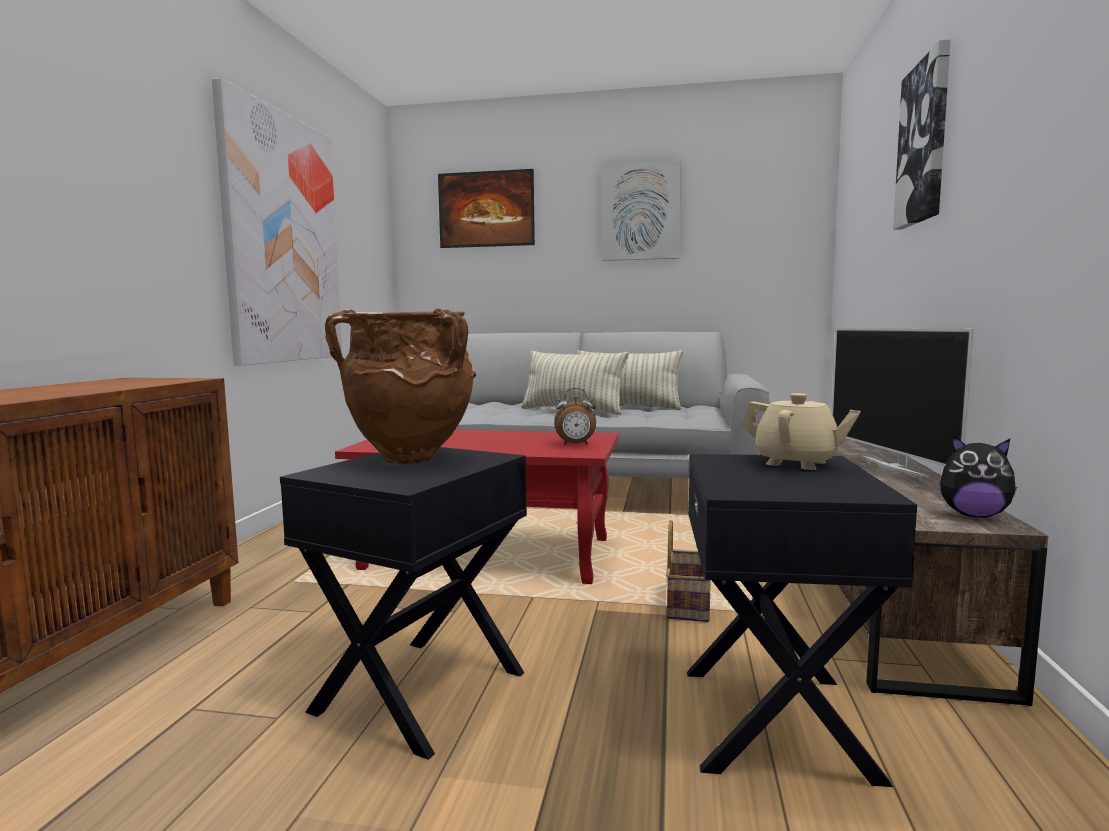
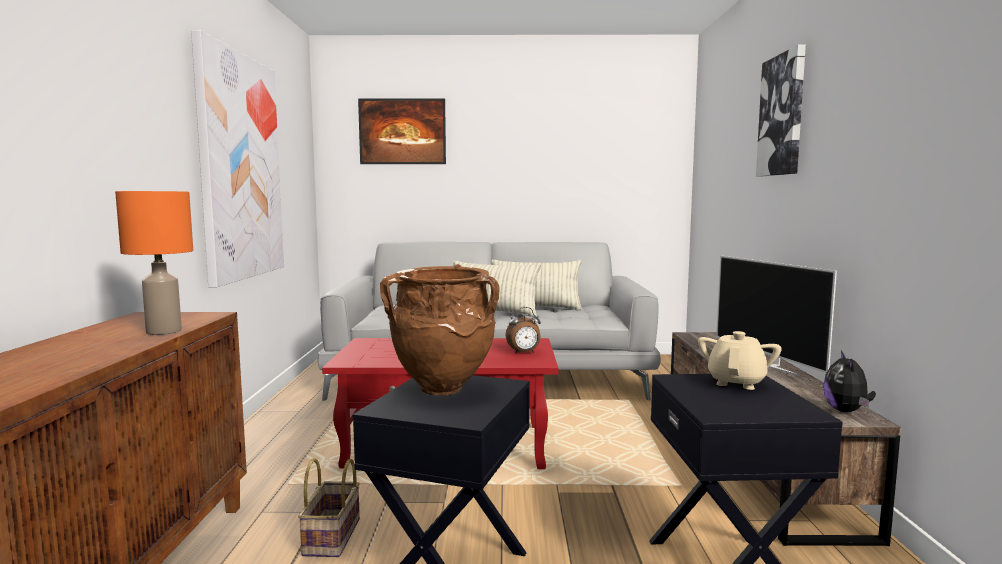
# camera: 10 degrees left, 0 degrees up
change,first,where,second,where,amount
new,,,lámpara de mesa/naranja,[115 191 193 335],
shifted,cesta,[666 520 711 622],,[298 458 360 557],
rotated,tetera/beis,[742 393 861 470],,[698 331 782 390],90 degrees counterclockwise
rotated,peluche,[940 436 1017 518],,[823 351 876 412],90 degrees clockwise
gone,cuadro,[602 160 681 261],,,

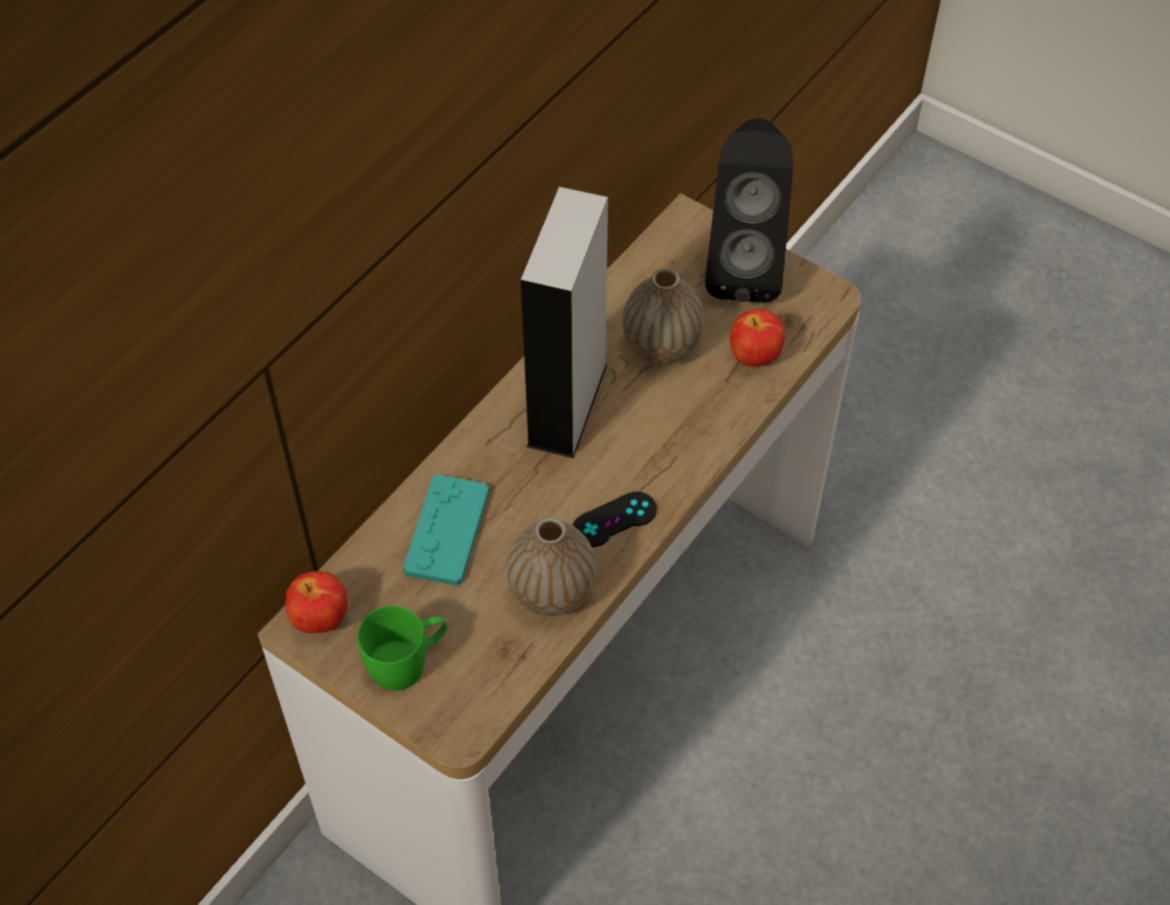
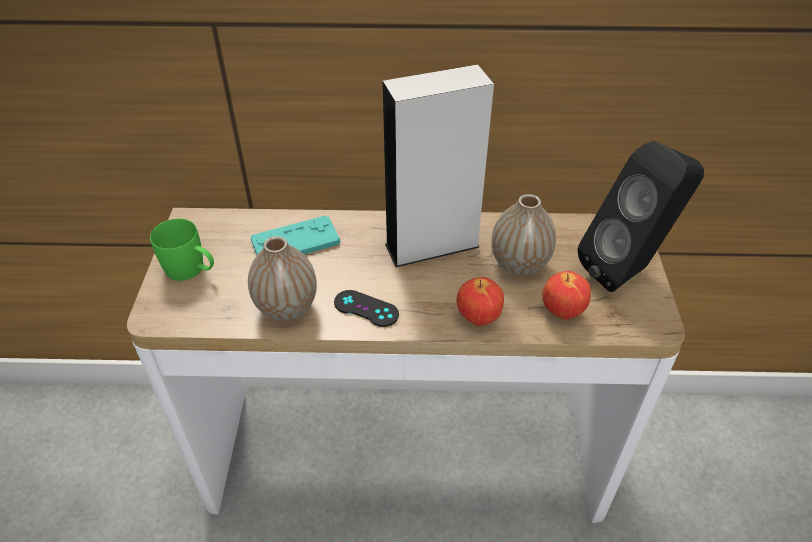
# camera: 55 degrees right, 10 degrees down
change,first,where,second,where,amount
shifted,manzana,[285 571 348 633],,[456 277 504 326],

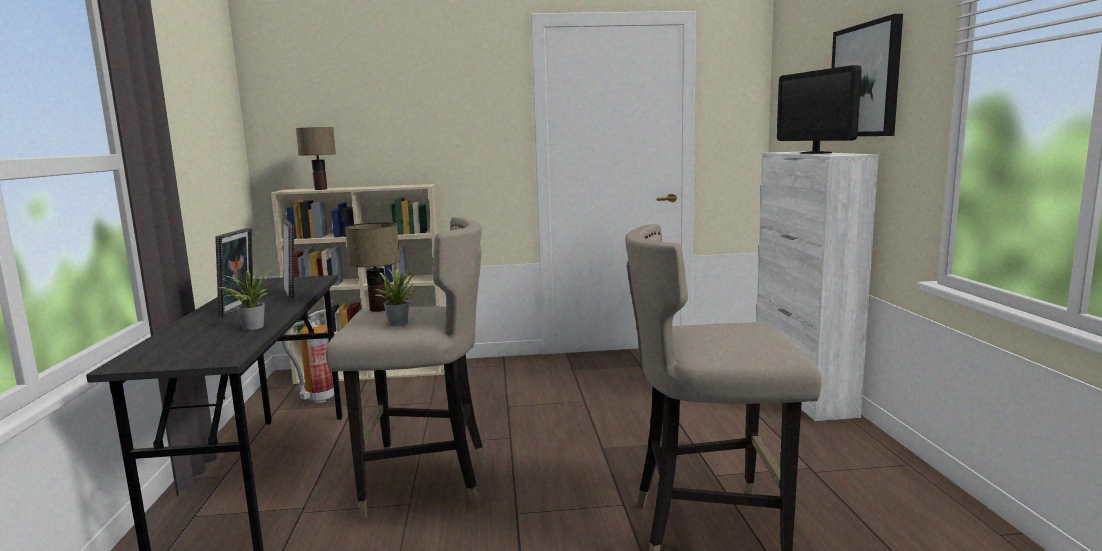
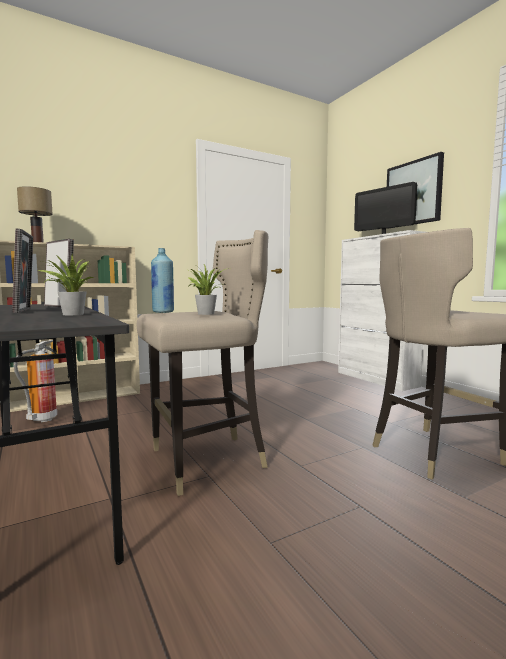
# camera: 25 degrees left, 5 degrees down
change,first,where,second,where,amount
swapped,lámpara de mesa,[345 222 400 312],botella/azul,[151 248 174 313],

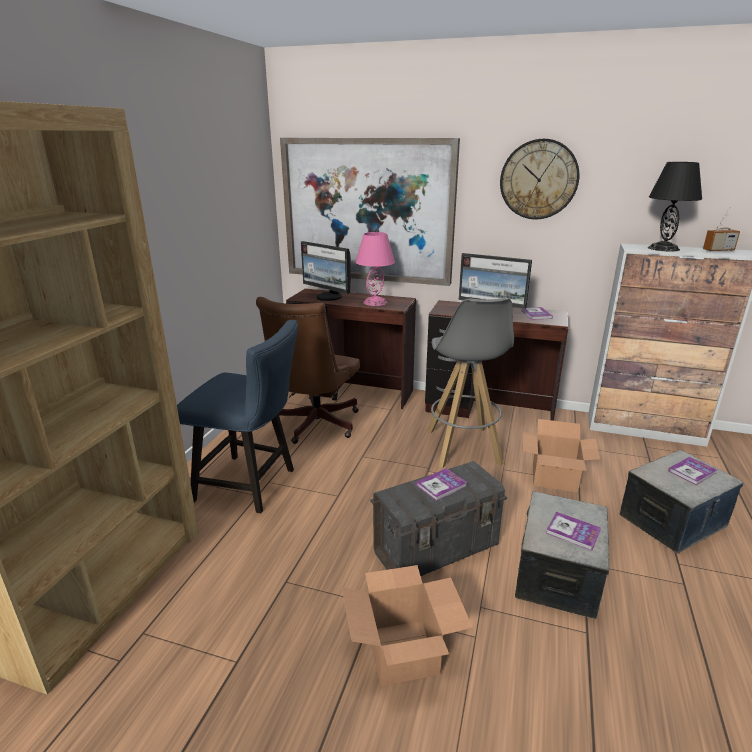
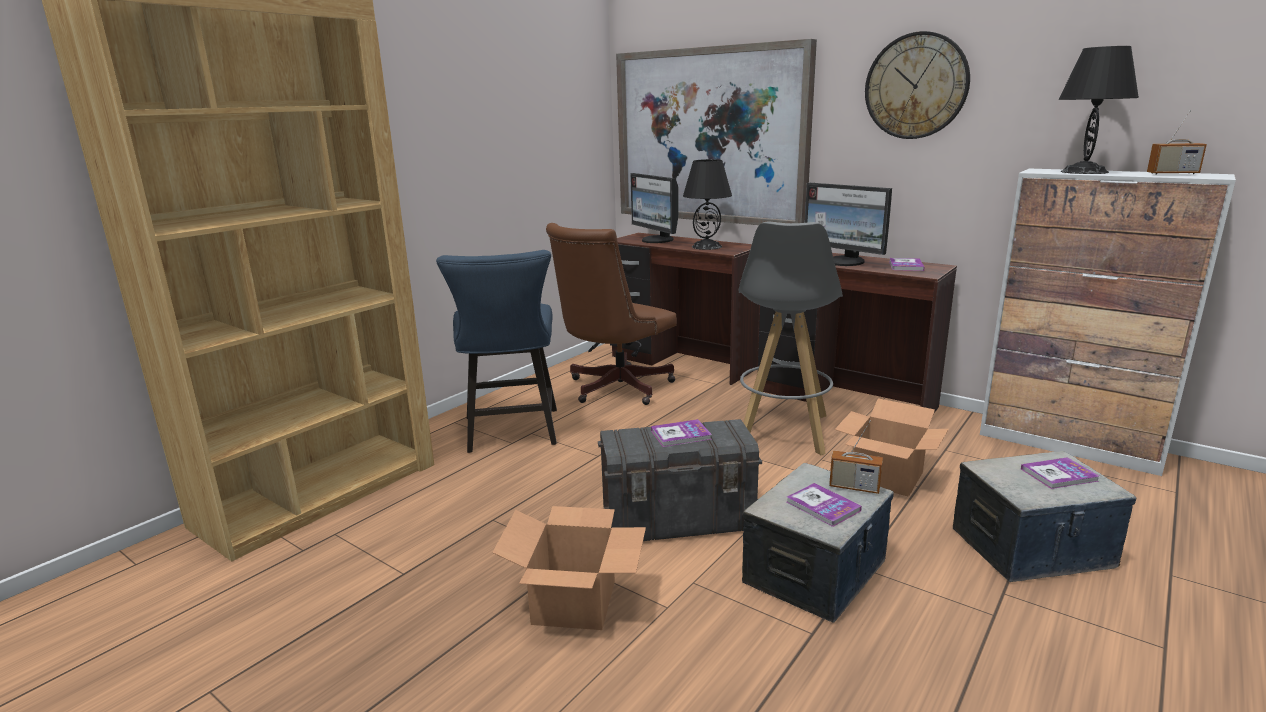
# camera: 20 degrees right, 5 degrees down
change,first,where,second,where,amount
rotated,silla/azul,[177 320 298 513],,[436 250 557 453],45 degrees clockwise
repainted,lámpara de mesa/rosa,[356 232 395 306],lámpara de mesa/negro,[683 159 732 250],
new,,,radio,[829 421 883 494],

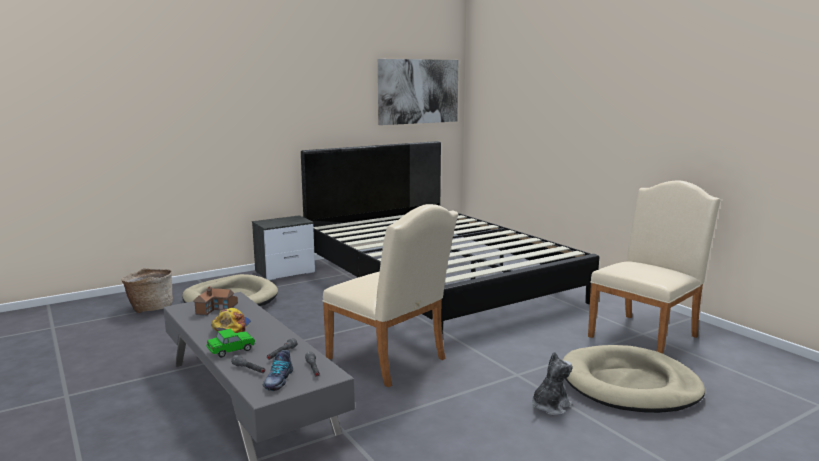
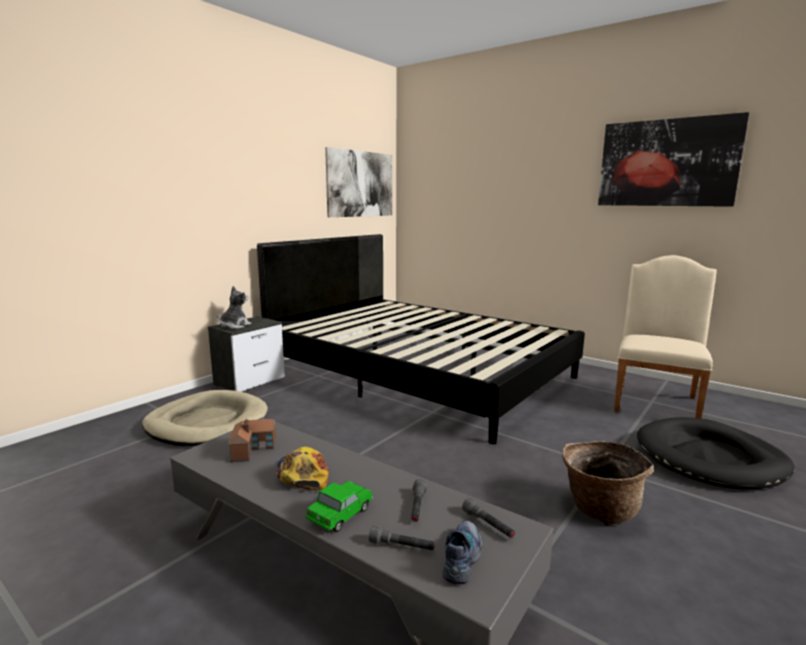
# camera: 20 degrees left, 0 degrees up
change,first,where,second,where,amount
shifted,peluche,[532 351 573 415],,[217 286 251 329],
rotated,zapato,[263 350 293 391],,[443 520 483 584],150 degrees counterclockwise
shifted,cesta,[121 268 173 313],,[562 441 654 526],
new,,,cuadro,[598 112 749 207],
repainted,cama para perro/beis,[563 345 705 413],cama para perro/negro,[637 417 795 490],
gone,silla/beis,[322 204 458 387],,,

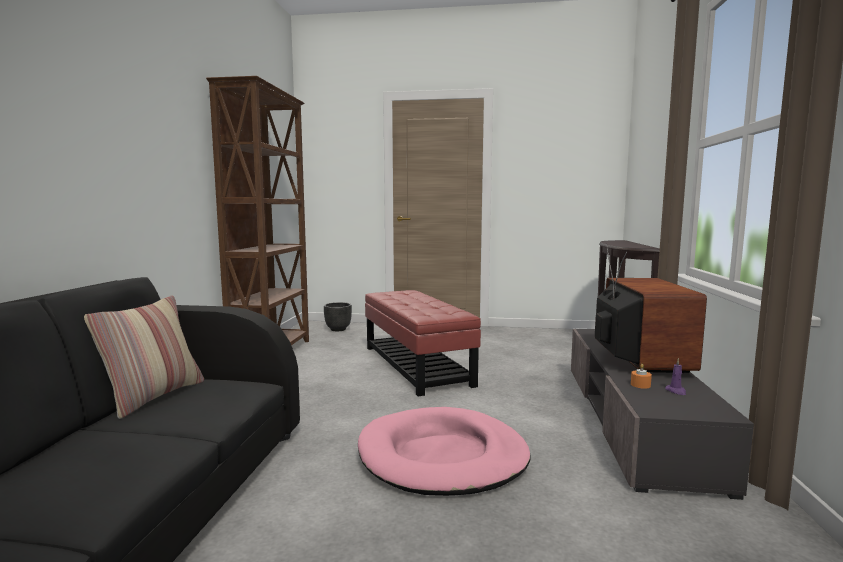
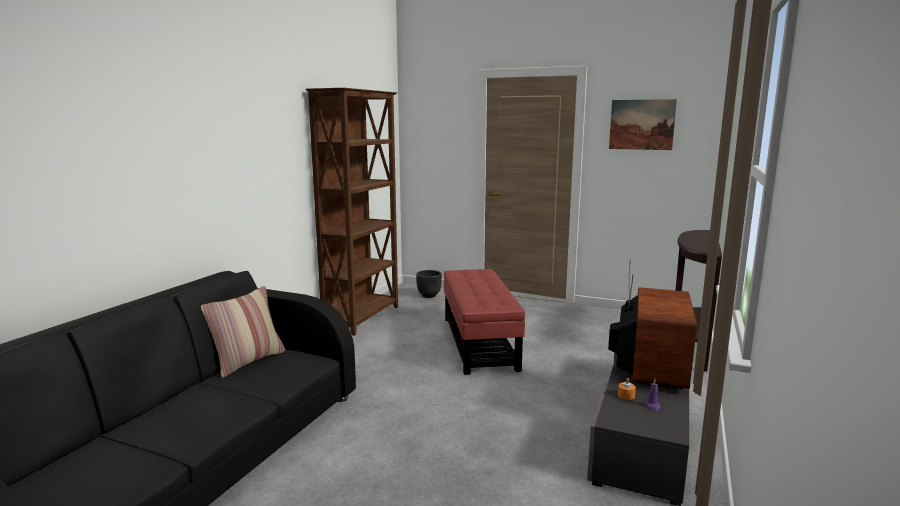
# camera: 15 degrees right, 5 degrees up
change,first,where,second,where,amount
new,,,cuadro,[609 99 677 150],
gone,cama para perro/rosa,[358 407 530 496],,,

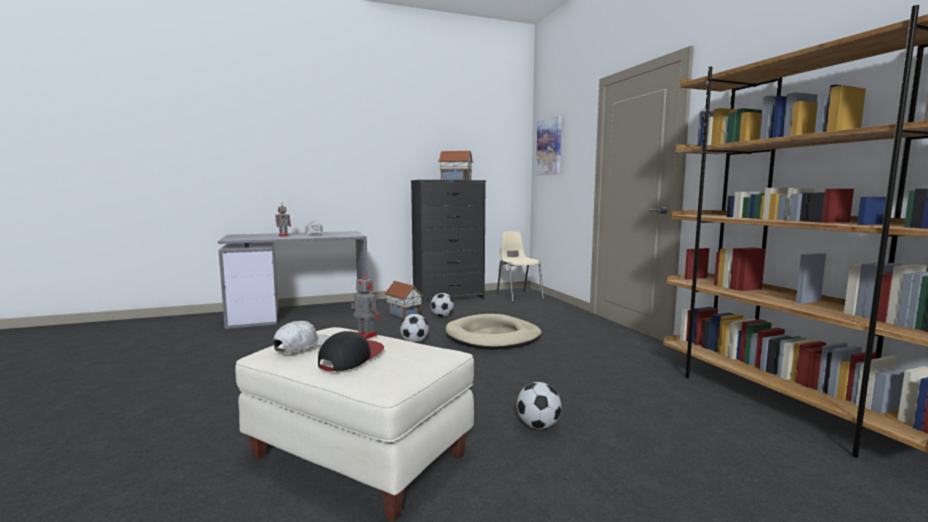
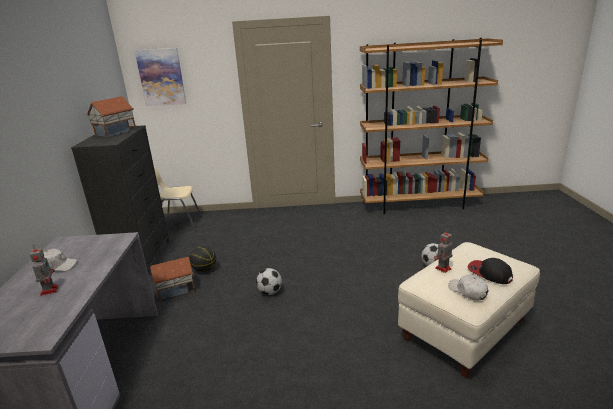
# camera: 70 degrees left, 15 degrees up
change,first,where,second,where,amount
swapped,balón de fútbol,[431 293 454 317],balón de baloncesto,[189 246 216 272],
gone,cama para perro/beis,[446 314 542 350],,,

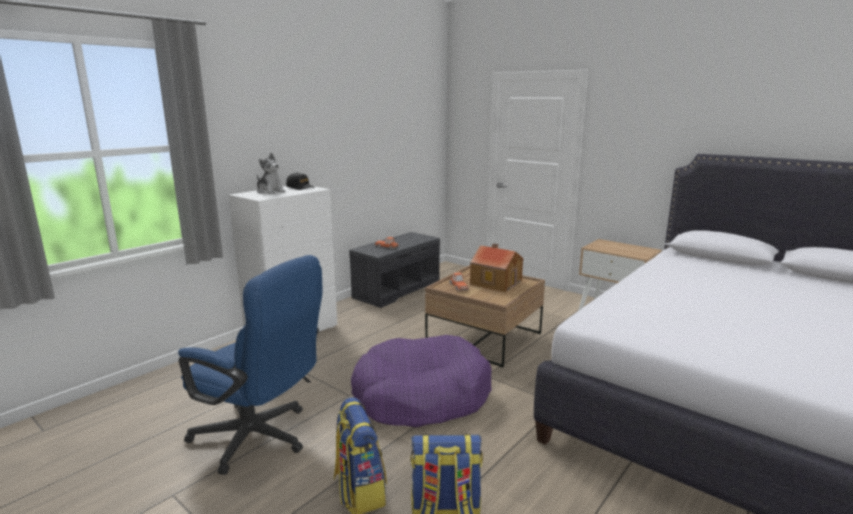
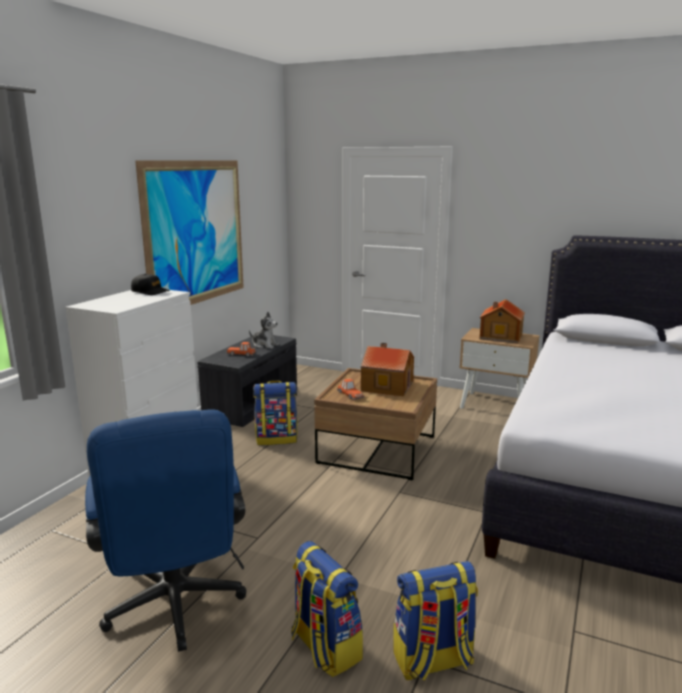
# camera: 15 degrees left, 0 degrees up
change,first,where,second,where,amount
rotated,silla de oficina/azul,[178 255 323 475],,[85 409 246 652],60 degrees clockwise
new,,,cuadro,[135 160 244 305],
shifted,peluche,[257 153 286 195],,[249 312 279 349],
new,,,mochila,[253 381 298 445],
new,,,casita,[480 299 525 343],
gone,cama para perro/morado,[351 335 492 428],,,

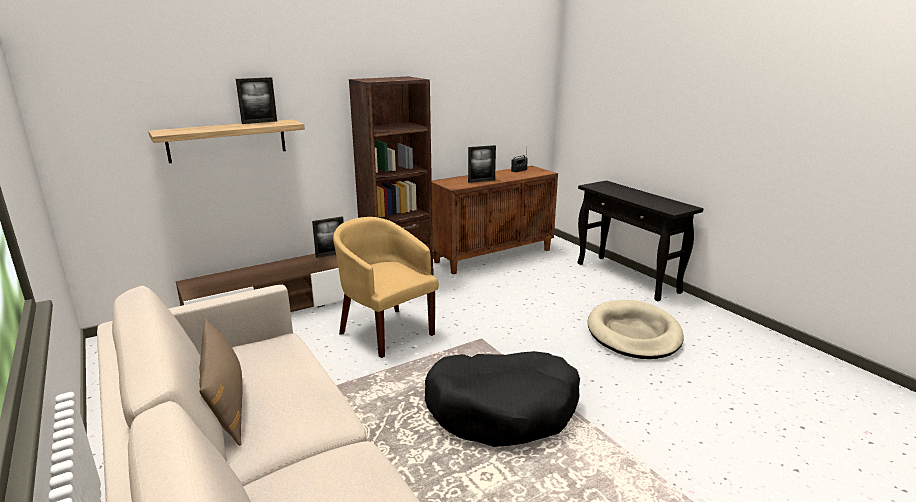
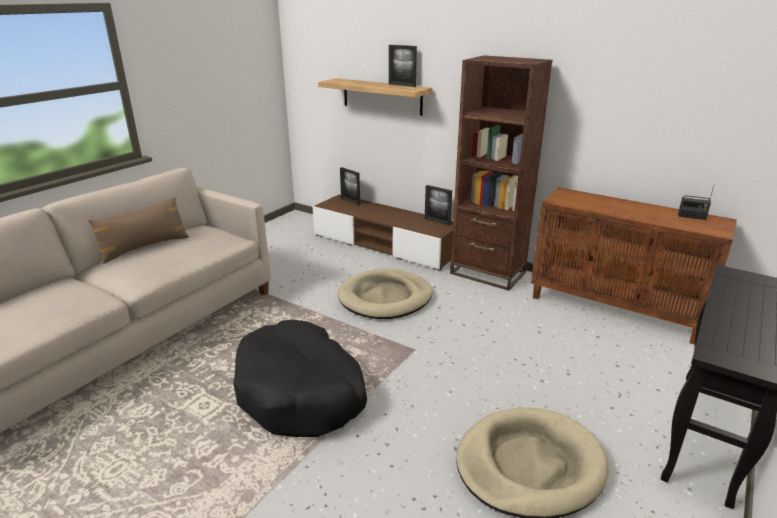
# camera: 65 degrees right, 5 degrees up
change,first,where,second,where,amount
swapped,sillón/amarillo,[333 217 439 358],cama para perro/beis,[337 268 433 319],
shifted,portarretratos,[468 145 496 183],,[340 167 360 205],

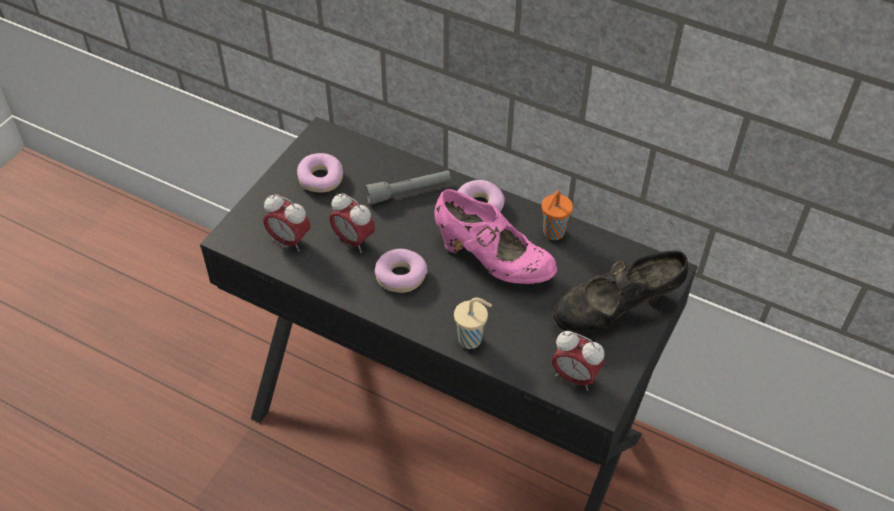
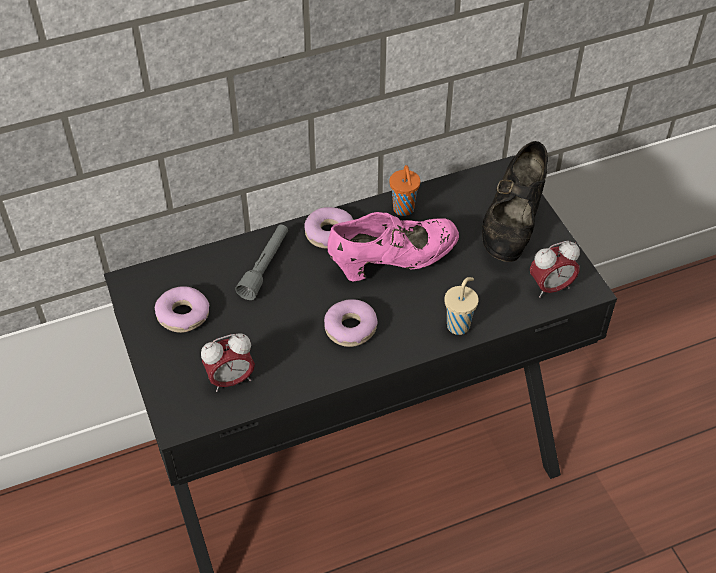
# camera: 50 degrees left, 0 degrees up
change,first,where,second,where,amount
gone,despertador,[329 193 375 253],,,

